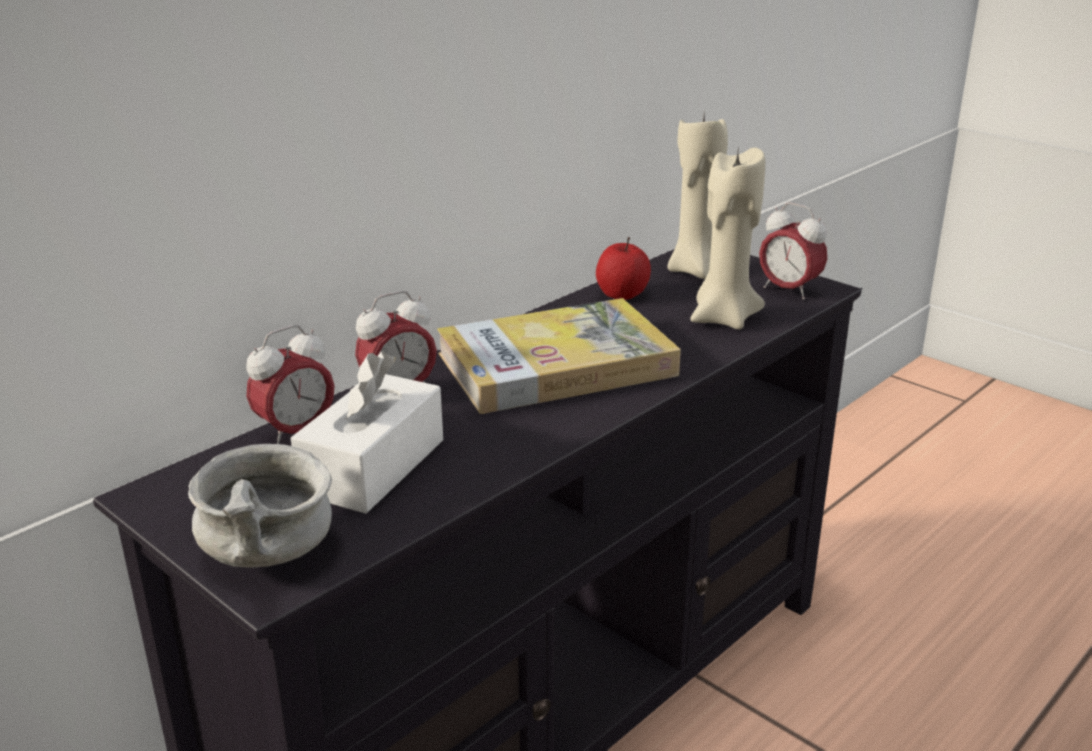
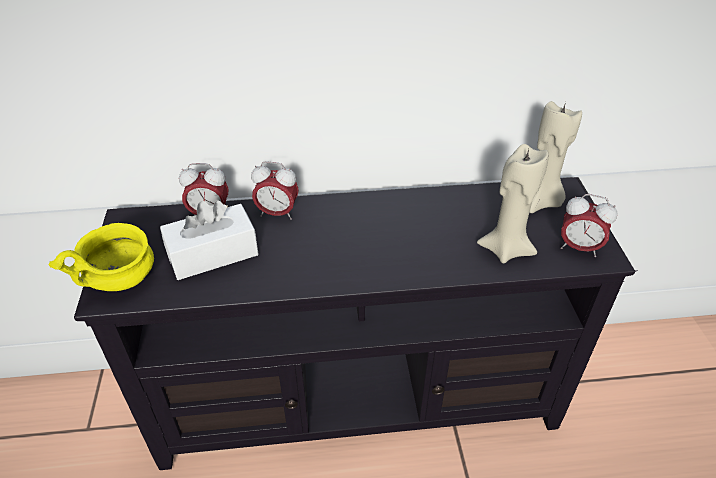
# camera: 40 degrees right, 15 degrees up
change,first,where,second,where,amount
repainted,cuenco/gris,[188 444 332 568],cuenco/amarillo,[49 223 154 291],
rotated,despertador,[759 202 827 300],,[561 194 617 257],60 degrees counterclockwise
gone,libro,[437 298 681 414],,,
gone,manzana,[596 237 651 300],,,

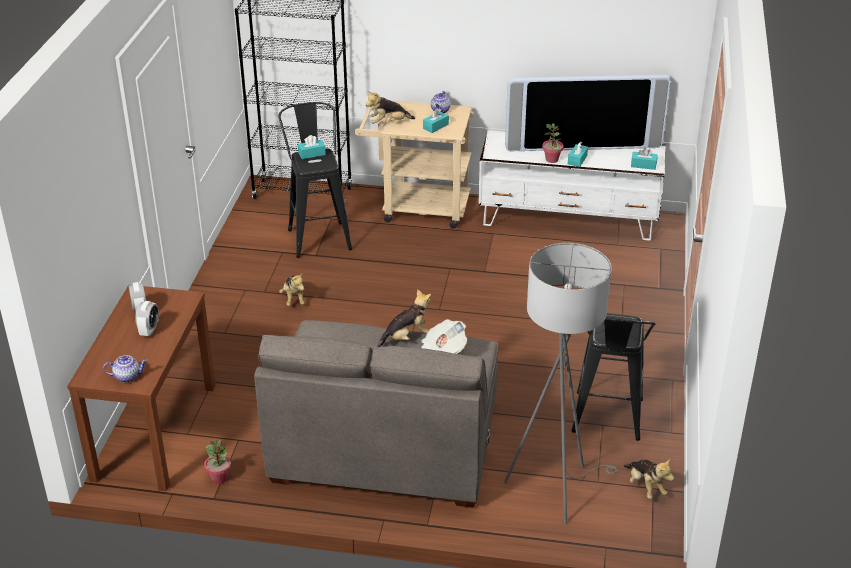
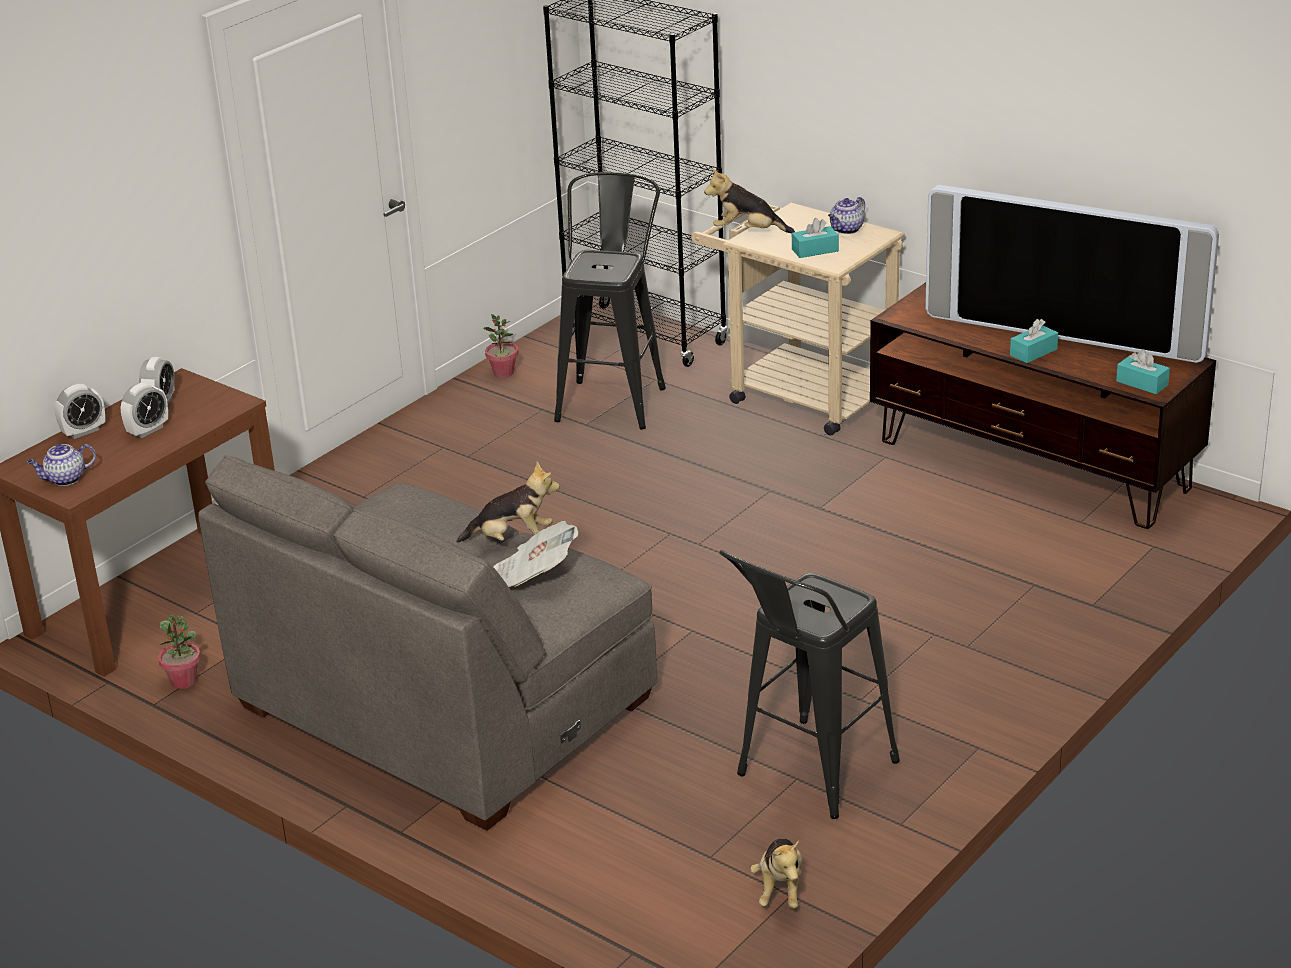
# camera: 30 degrees right, 5 degrees down
change,first,where,second,where,amount
rotated,tetera,[103 355 147 383],,[27 444 96 486],135 degrees clockwise
new,,,despertador,[54 384 105 439],
shifted,planta en maceta,[542 124 564 163],,[483 314 519 378],
repainted,mueble de televisión/blanco,[478 130 665 241],mueble de televisión/marrón,[870 282 1216 529],
gone,peluche,[279 272 305 306],,,
gone,caja de pañuelos/turquesa,[298 135 326 159],,,
gone,lámpara de pie/gris,[504 243 617 523],,,

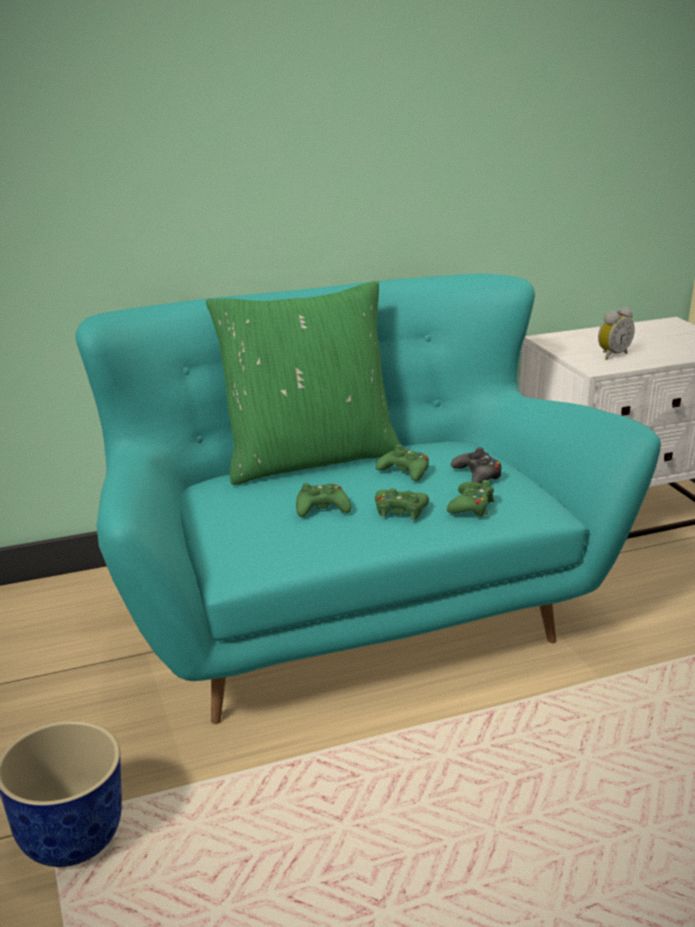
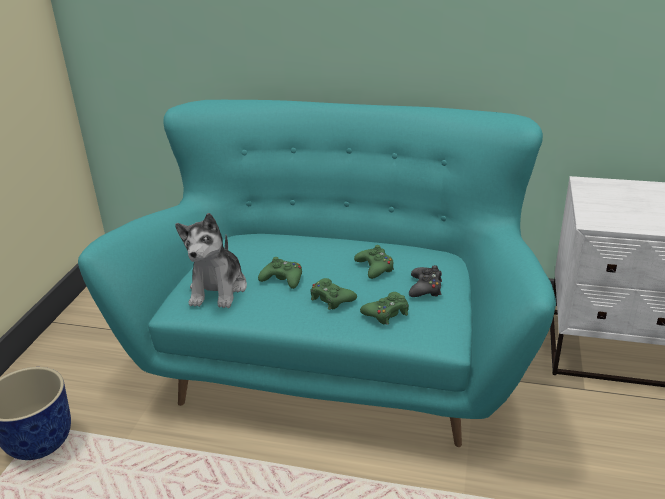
# camera: 35 degrees right, 5 degrees up
change,first,where,second,where,amount
new,,,peluche,[175 213 247 308],
gone,cojín/verde,[206 281 400 485],,,
gone,despertador,[598 307 635 360],,,

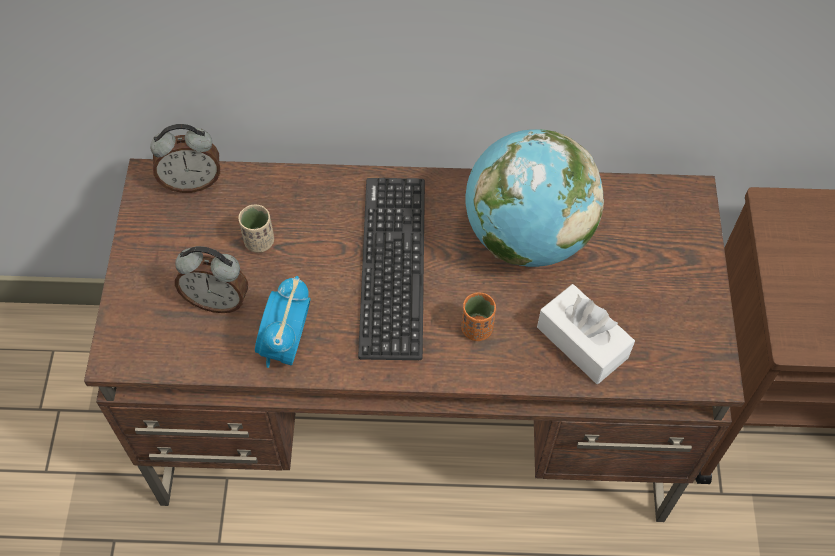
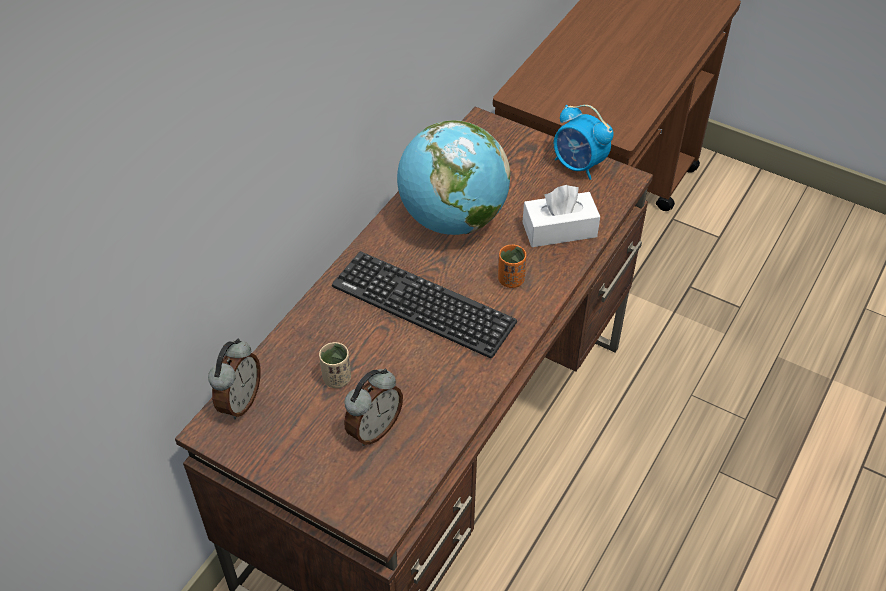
# camera: 60 degrees left, 10 degrees down
change,first,where,second,where,amount
shifted,despertador,[255 276 311 368],,[554 105 614 180],

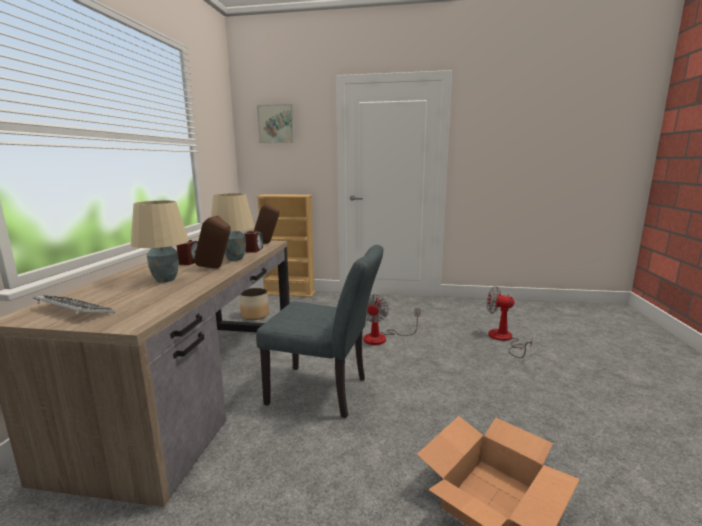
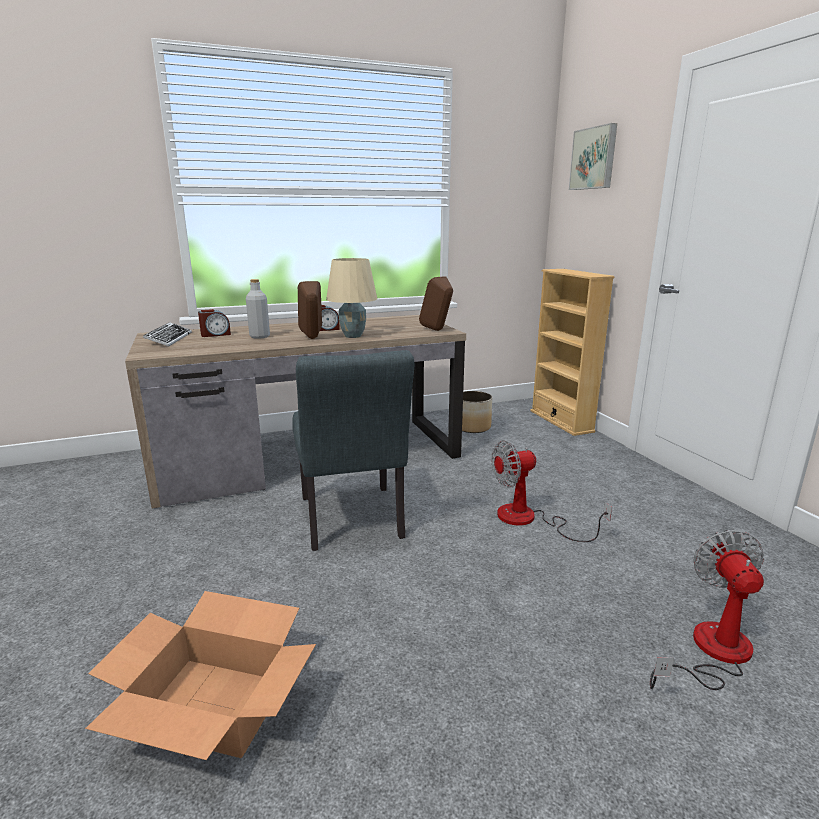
# camera: 60 degrees right, 5 degrees up
change,first,where,second,where,amount
shifted,despertador,[244 231 263 253],,[198 309 231 337],
swapped,lámpara de mesa/beis,[131 200 189 283],botella/gris,[246 279 270 339],

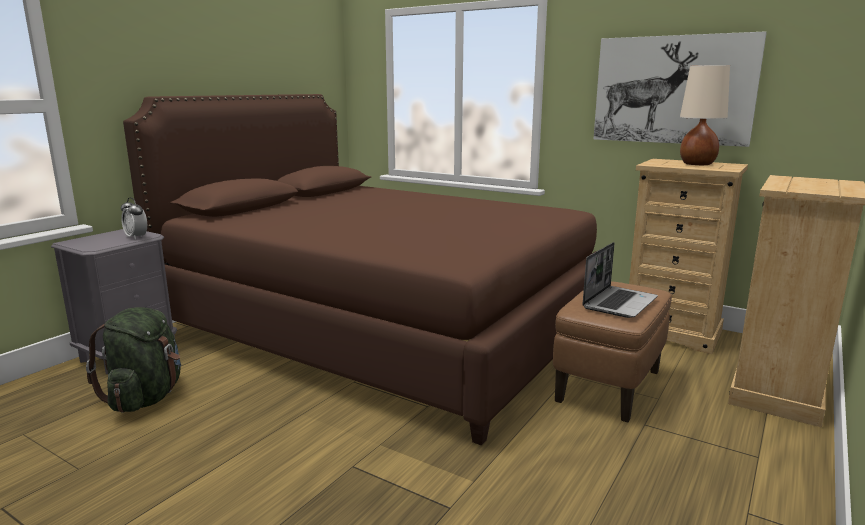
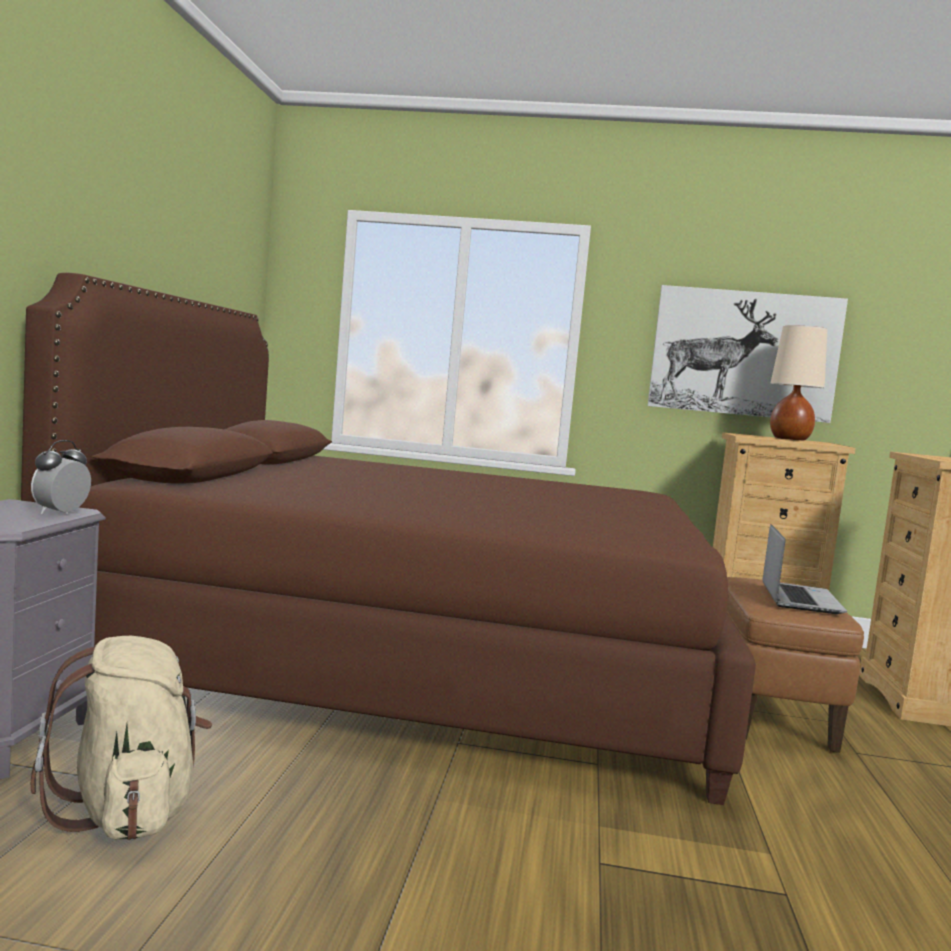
# camera: 25 degrees left, 10 degrees down
change,first,where,second,where,amount
rotated,despertador,[121 198 147 240],,[31 440 91 514],90 degrees clockwise
repainted,mochila/verde,[86 307 181 413],mochila/beis,[31 636 212 840],

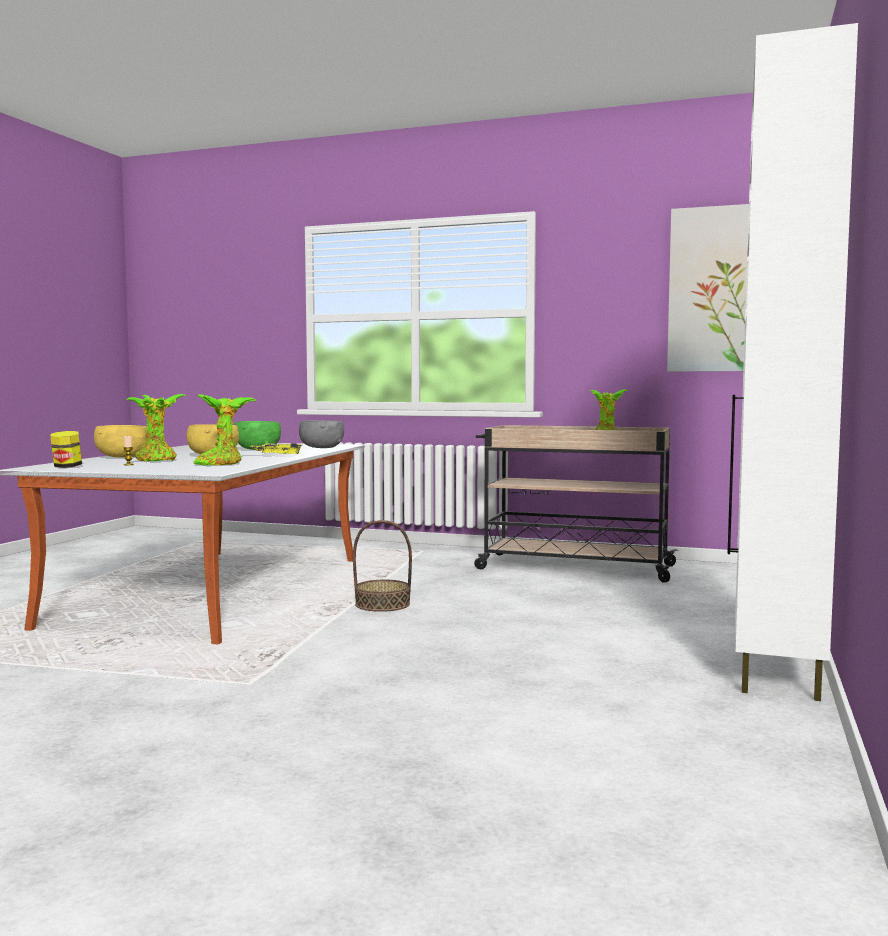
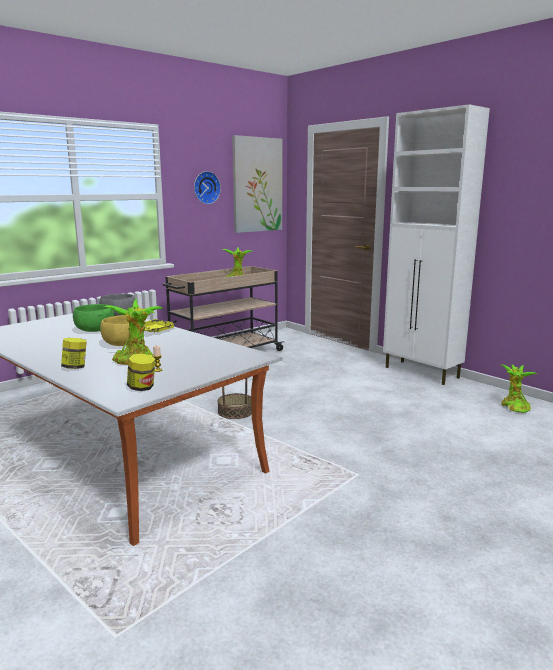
# camera: 60 degrees left, 10 degrees up
change,first,where,second,where,amount
swapped,cuenco/amarillo,[94 425 147 458],tarro,[61 338 87 369],
new,,,reloj de pared,[194 171 221 204],
shifted,planta en maceta,[193 394 256 465],,[501 364 538 413],

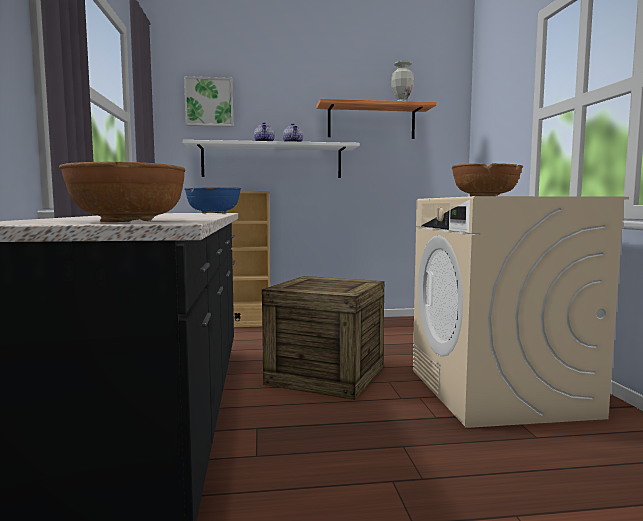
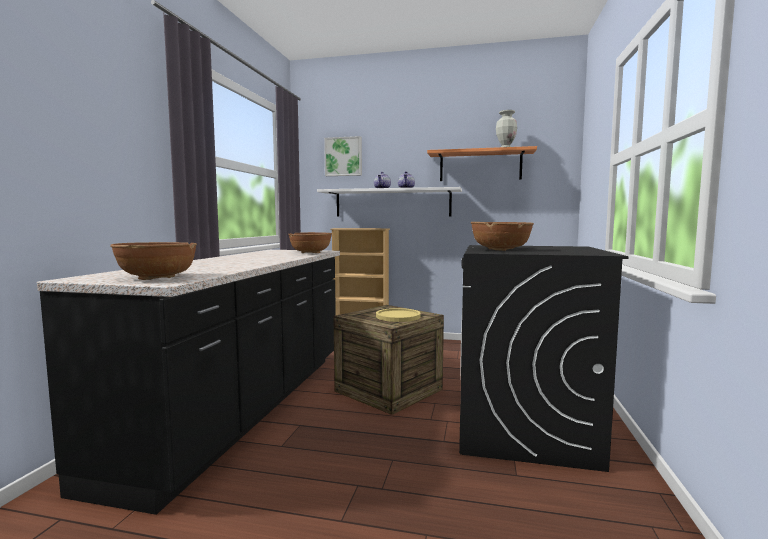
# camera: 20 degrees right, 0 degrees up
change,first,where,second,where,amount
repainted,cuenco/azul,[184 187 241 214],cuenco/marrón,[288 232 332 253],
new,,,plato/amarillo,[376 308 420 322],
repainted,lavadora/beis,[413 196 629 428],lavadora/negro,[459 245 629 472],

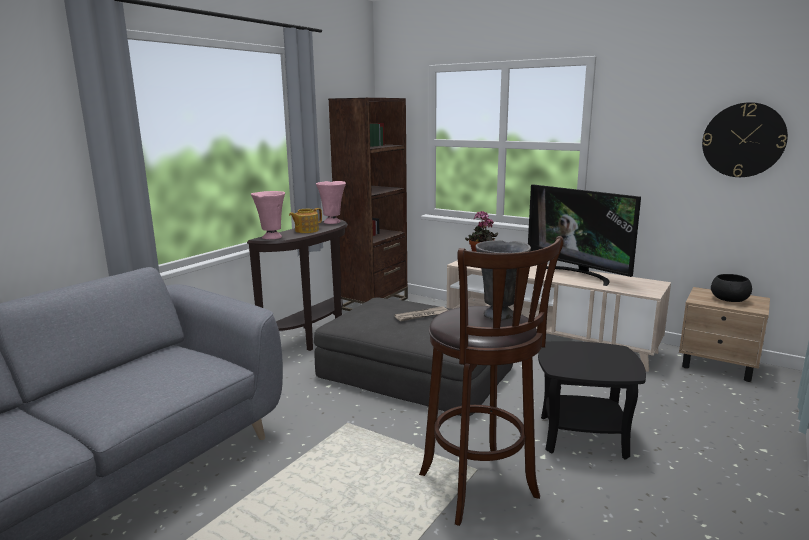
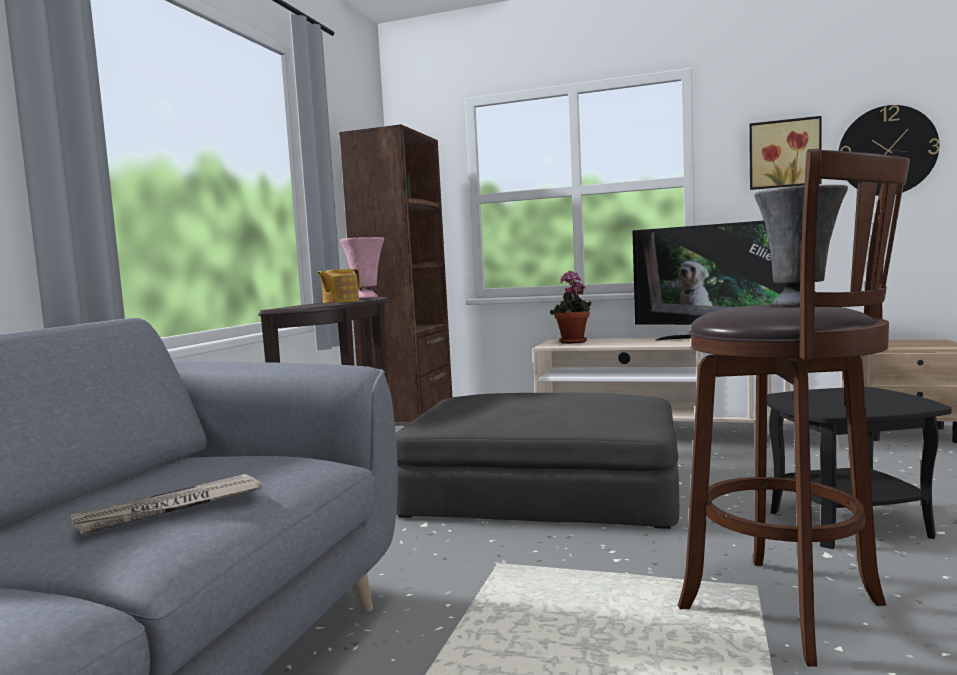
# camera: 15 degrees left, 10 degrees down
change,first,where,second,where,amount
shifted,periódico,[394 306 448 321],,[71 474 262 536],
new,,,cuadro,[749 116 822 190],
gone,florero/rosa,[251 191 285 239],,,
gone,cuenco/negro,[711 274 752 302],,,

